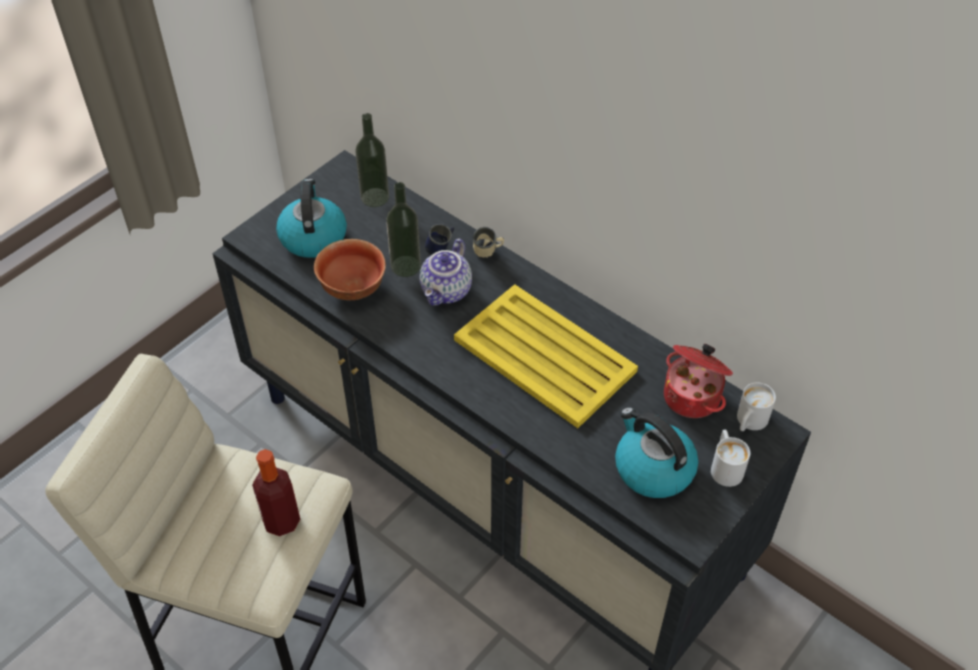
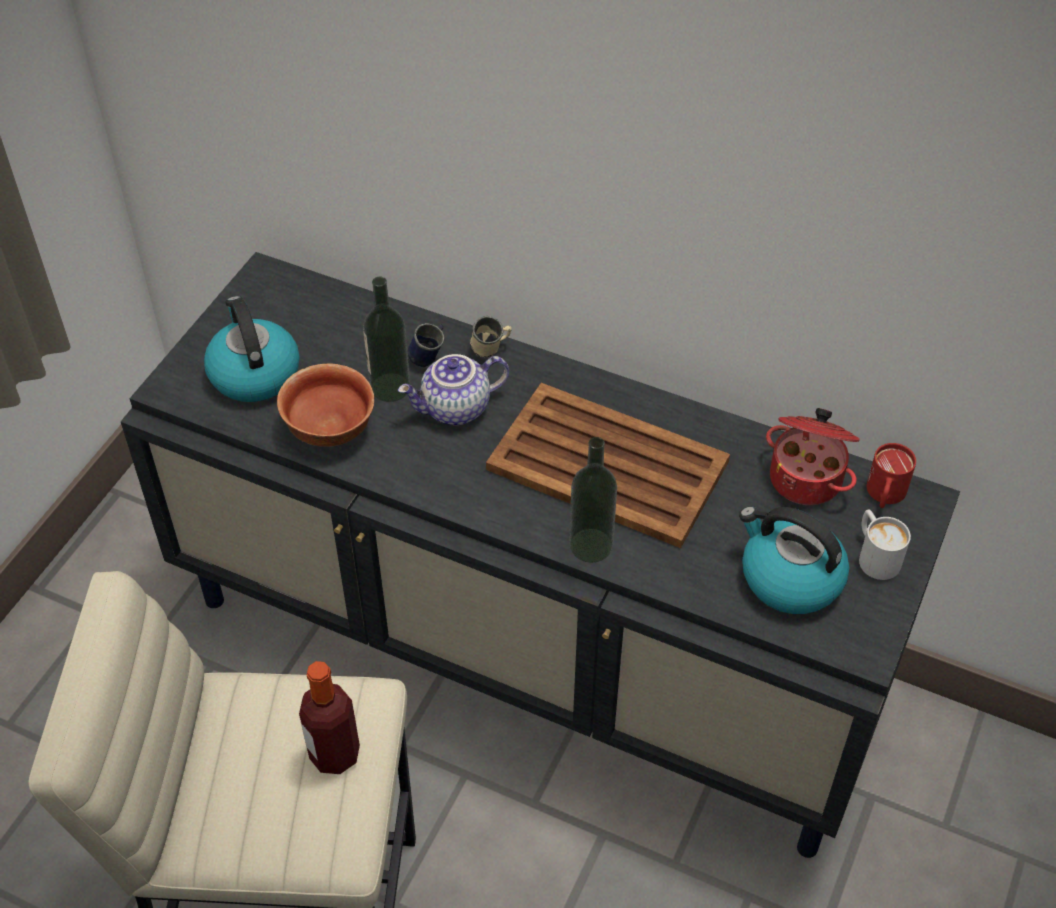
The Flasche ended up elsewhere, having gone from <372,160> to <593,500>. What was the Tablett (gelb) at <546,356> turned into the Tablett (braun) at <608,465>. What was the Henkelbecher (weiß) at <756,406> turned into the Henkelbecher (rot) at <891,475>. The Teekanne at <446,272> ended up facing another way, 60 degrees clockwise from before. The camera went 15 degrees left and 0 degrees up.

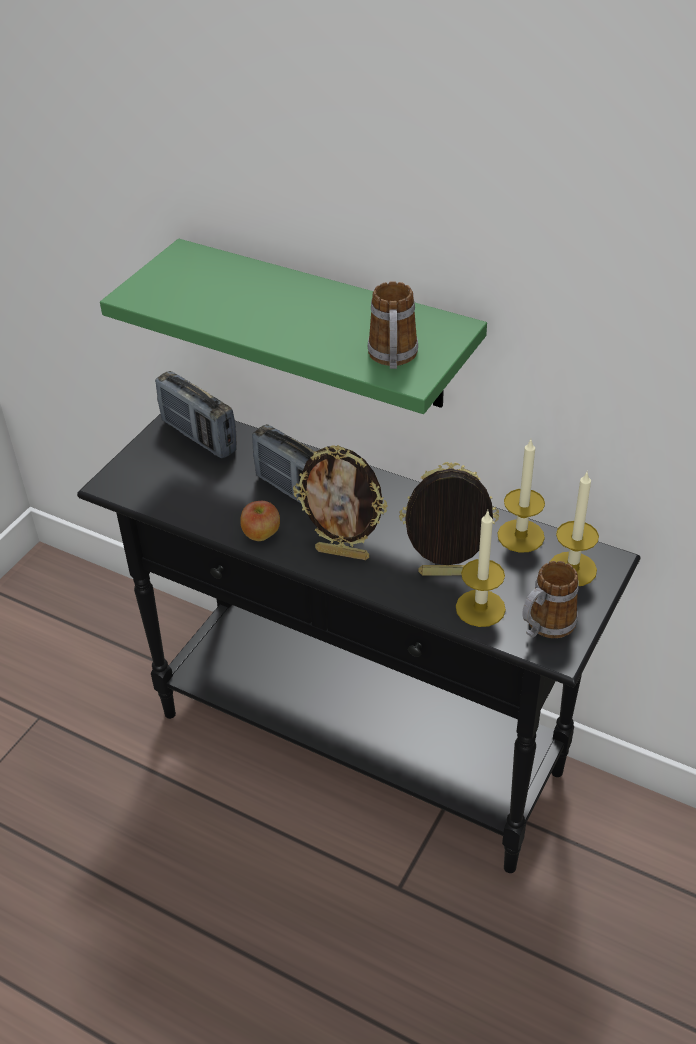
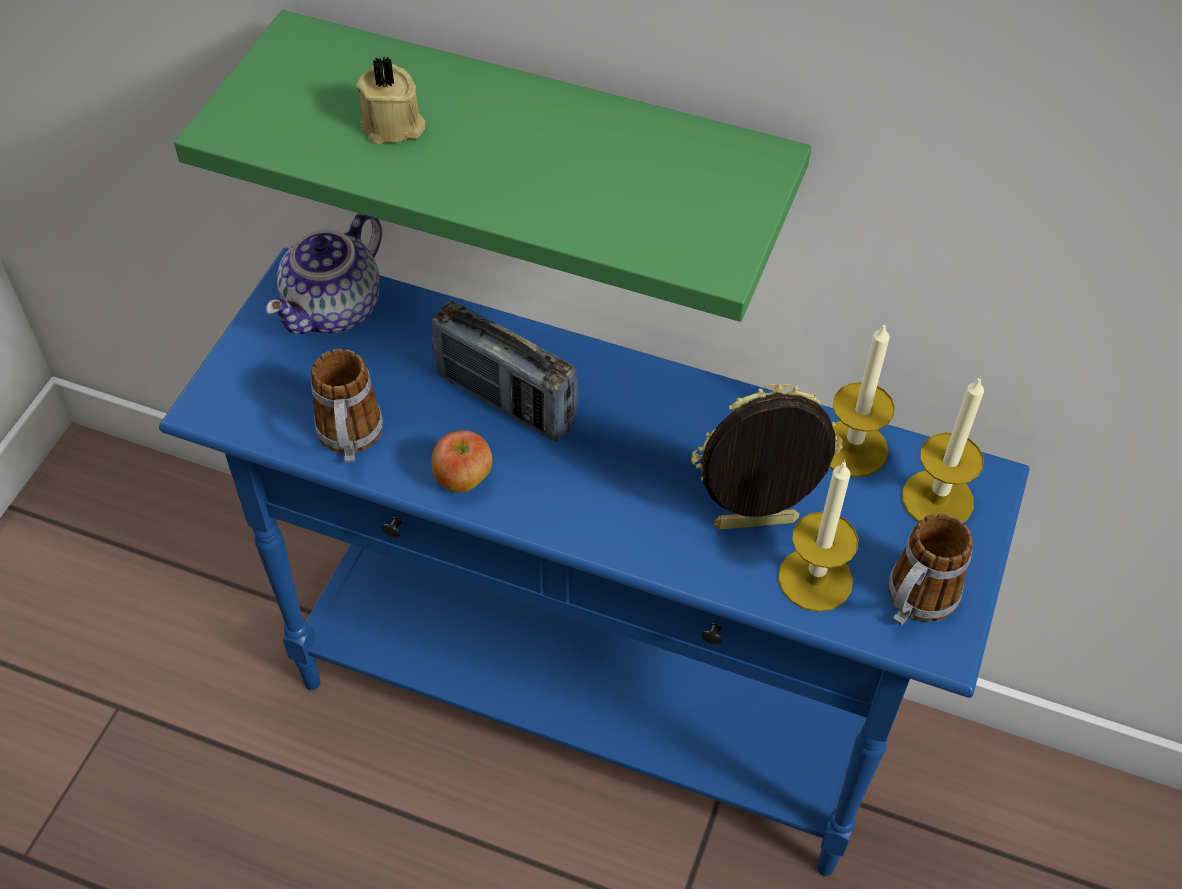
The second view lost the Bilderrahmen at <340,502>. The second view gained the Kerze (beige) at <390,100>. The Henkelbecher ended up elsewhere, having gone from <393,325> to <347,406>. Where the Radio stood at <196,415>, the Teekanne came to stand at <324,273>. What was the Konsolentisch (schwarz) at <358,643> turned into the Konsolentisch (blau) at <594,562>. The camera went 10 degrees left and 10 degrees up.

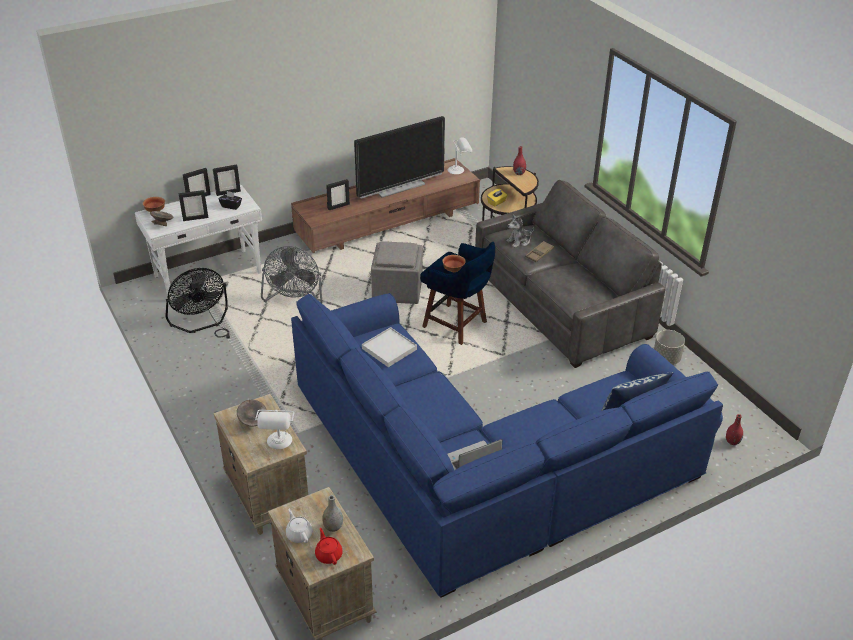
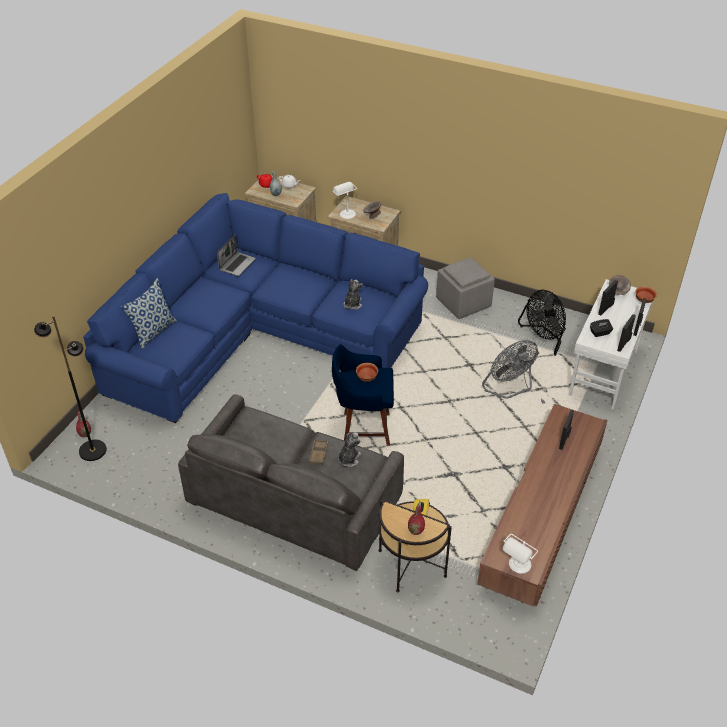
The second view lost the Fernseher at <399,157>. The second view lost the Pflanzkübel (grau) at <669,347>. The second view gained the Stehlampe (schwarz) at <70,388>. The Polsterhocker (grau) ended up elsewhere, having gone from <397,272> to <465,288>. Where the Tablett (weiß) stood at <389,347>, the Plüschtier came to stand at <353,294>. The Ventilator (schwarz) at <197,303> ended up facing another way, 120 degrees clockwise from before. The camera went 145 degrees right and 5 degrees up.

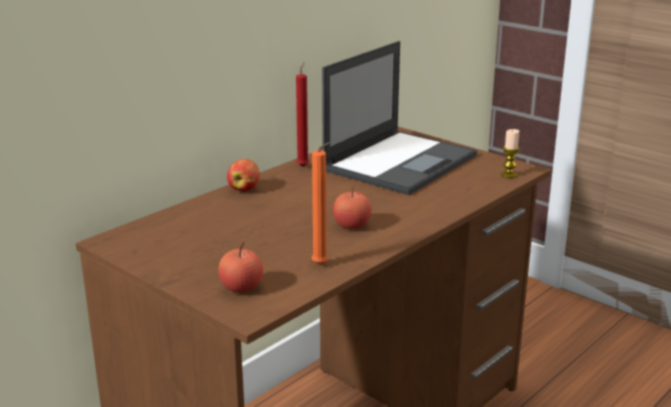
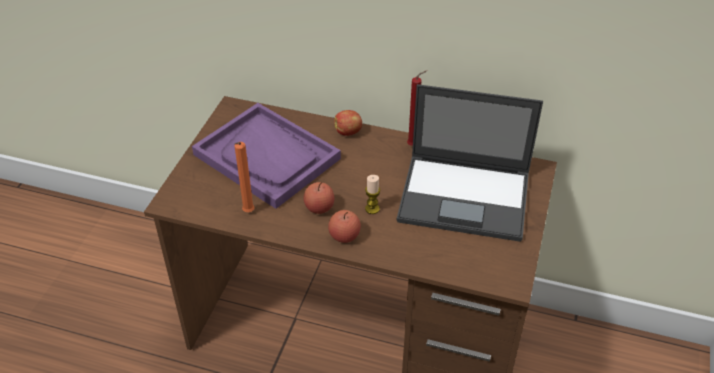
The second view gained the Tablett (lila) at <266,156>. The Apfel ended up elsewhere, having gone from <240,267> to <344,226>. The Kerze ended up elsewhere, having gone from <510,153> to <372,194>. The camera went 65 degrees right and 20 degrees up.

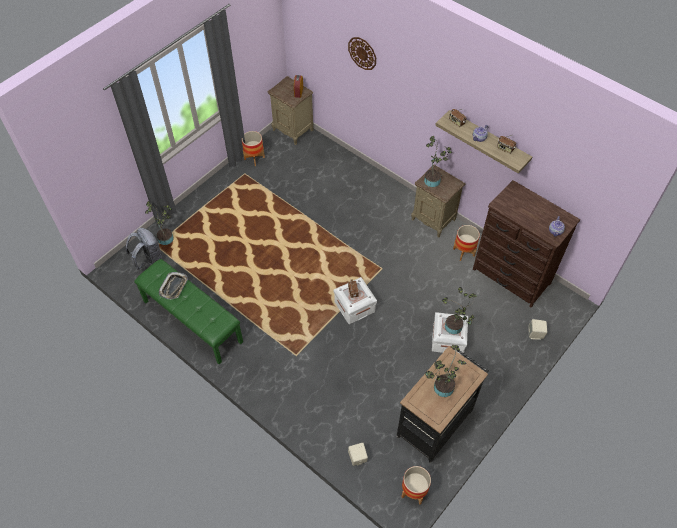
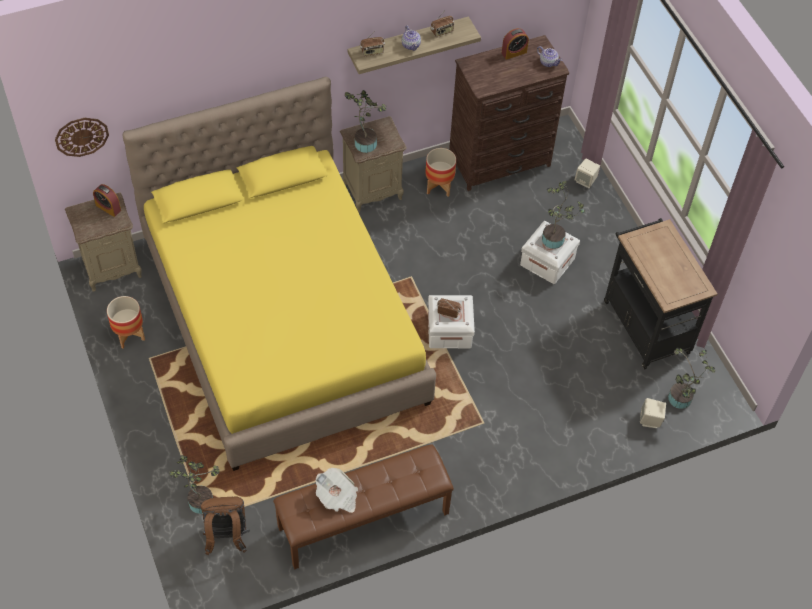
The second view lost the Pflanzkübel at <416,485>. The second view gained the Bett (gelb) at <279,273>. The second view gained the Wecker at <515,44>. The Wanduhr ended up elsewhere, having gone from <362,53> to <82,137>. The Topfpflanze ended up elsewhere, having gone from <445,371> to <691,378>. Where the Tablett stood at <173,285>, the Zeitung came to stand at <337,490>. What was the Rucksack (grau) at <144,249> turned into the Rucksack (braun) at <225,525>. What was the Bank (grün) at <188,312> turned into the Bank (braun) at <363,506>. The camera went 65 degrees left and 0 degrees up.

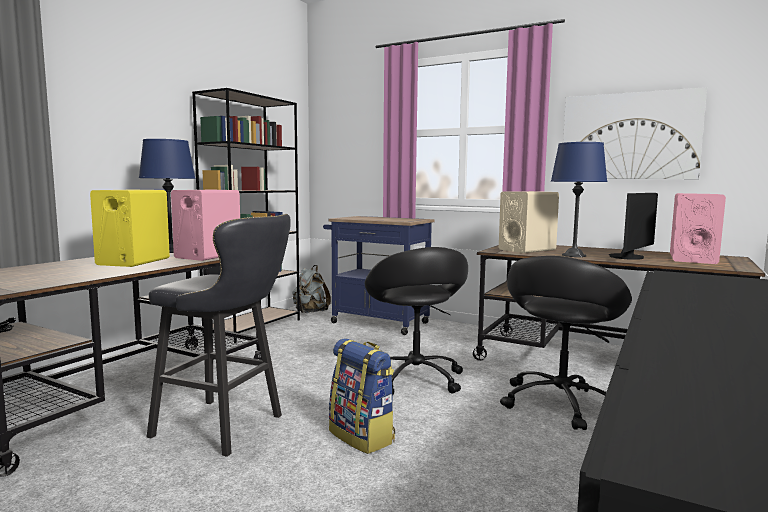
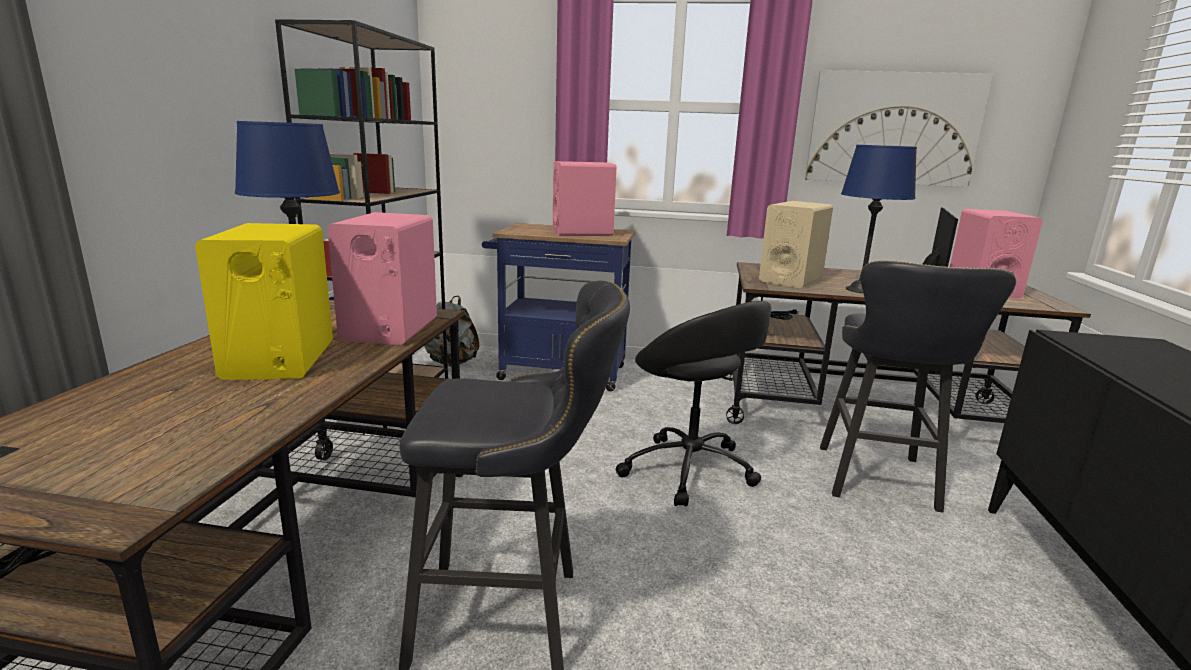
The second view lost the Rucksack at <362,396>. The second view gained the Lautsprecher (rosa) at <584,198>. Where the Bürostuhl (schwarz) stood at <566,343>, the Hocker (schwarz) came to stand at <918,387>. The camera went 20 degrees left and 10 degrees up.

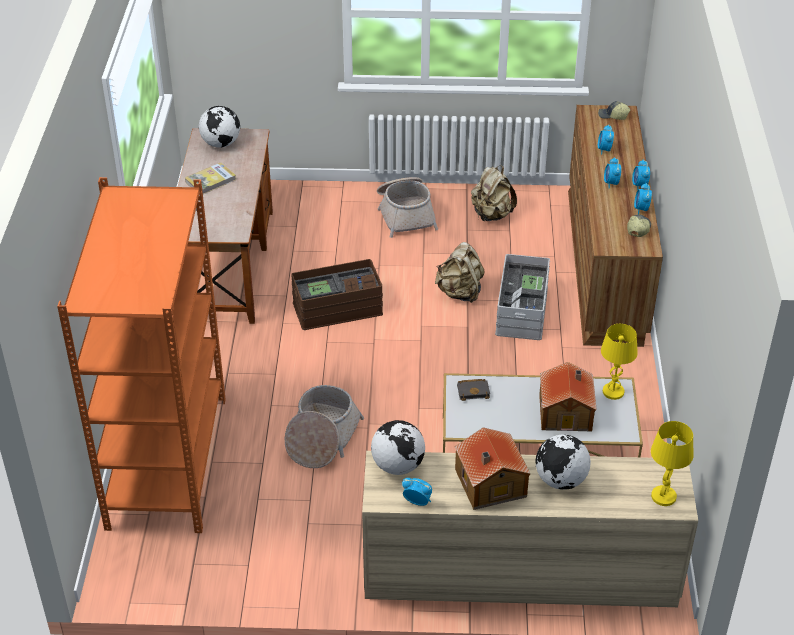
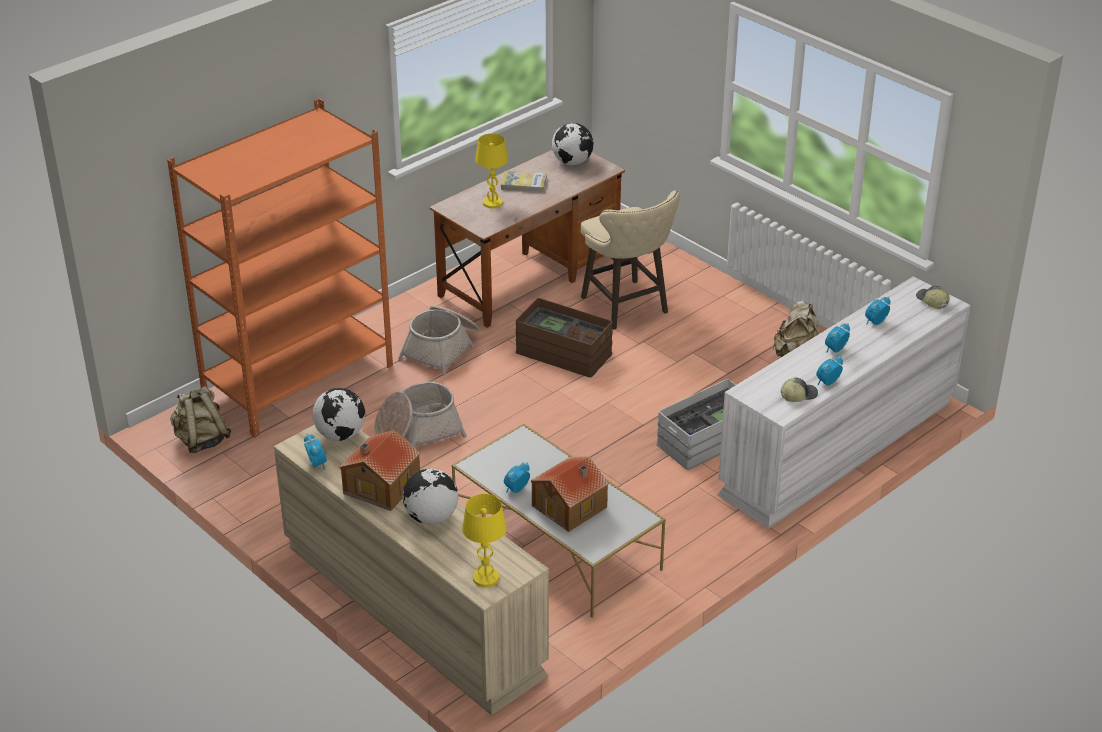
The second view lost the Buch (schwarz) at <473,390>. The second view gained the Hocker (beige) at <630,260>. The Korb ended up elsewhere, having gone from <407,207> to <438,340>. The Rucksack (beige) ended up elsewhere, having gone from <460,272> to <200,419>. The Tischlampe (gelb) ended up elsewhere, having gone from <619,362> to <491,171>. The Wecker ended up elsewhere, having gone from <641,175> to <517,477>. What was the Kommode (braun) at <615,226> turned into the Kommode (weiß) at <844,402>. The camera went 45 degrees right and 5 degrees down.

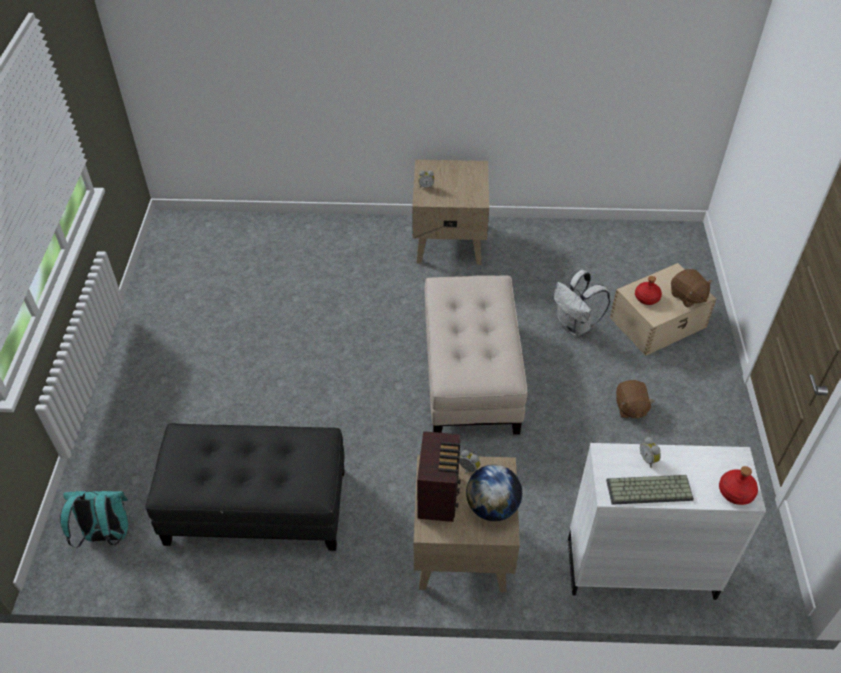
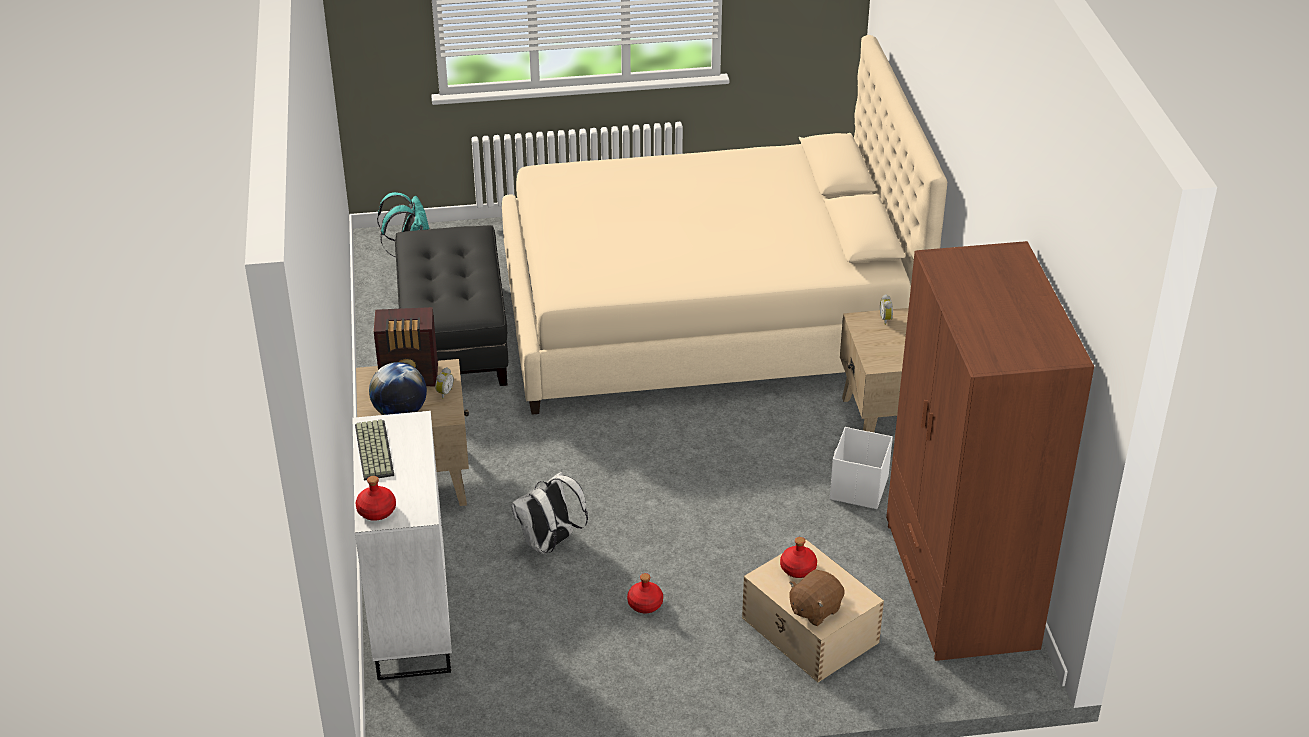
The second view lost the Polsterhocker (beige) at <476,355>. The second view lost the Wecker at <650,452>. The second view gained the Bett (beige) at <724,225>. The second view gained the Aufbewahrungsbox (weiß) at <861,468>. The second view gained the Kleiderschrank (braun) at <990,451>. The Rucksack (weiß) ended up elsewhere, having gone from <582,303> to <549,513>. Where the Plüschtier (braun) stood at <635,399>, the Flasche (rot) came to stand at <645,593>. The camera went 80 degrees right and 10 degrees down.

